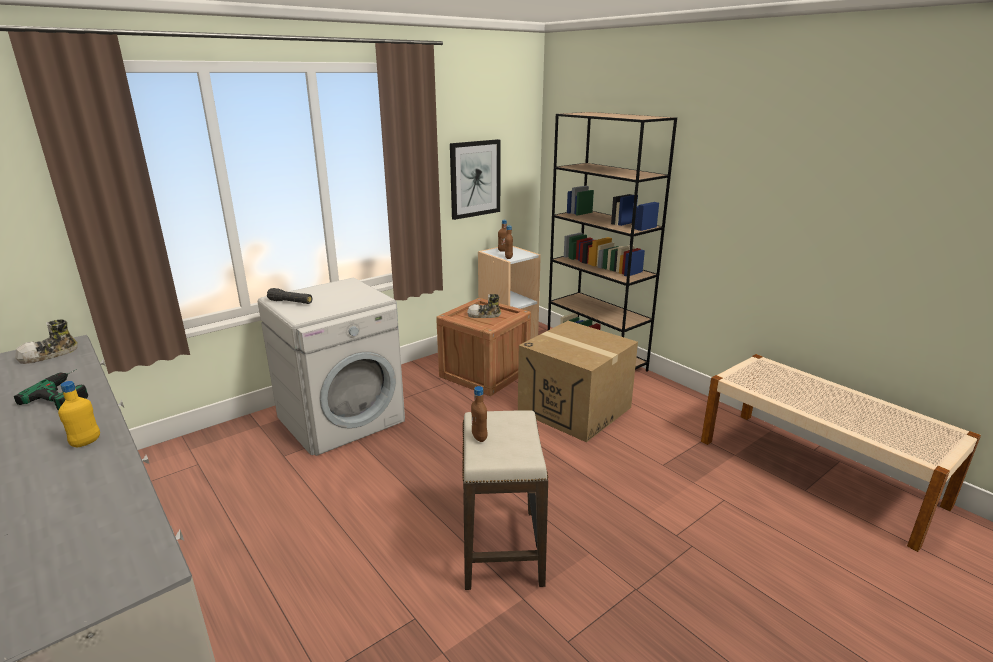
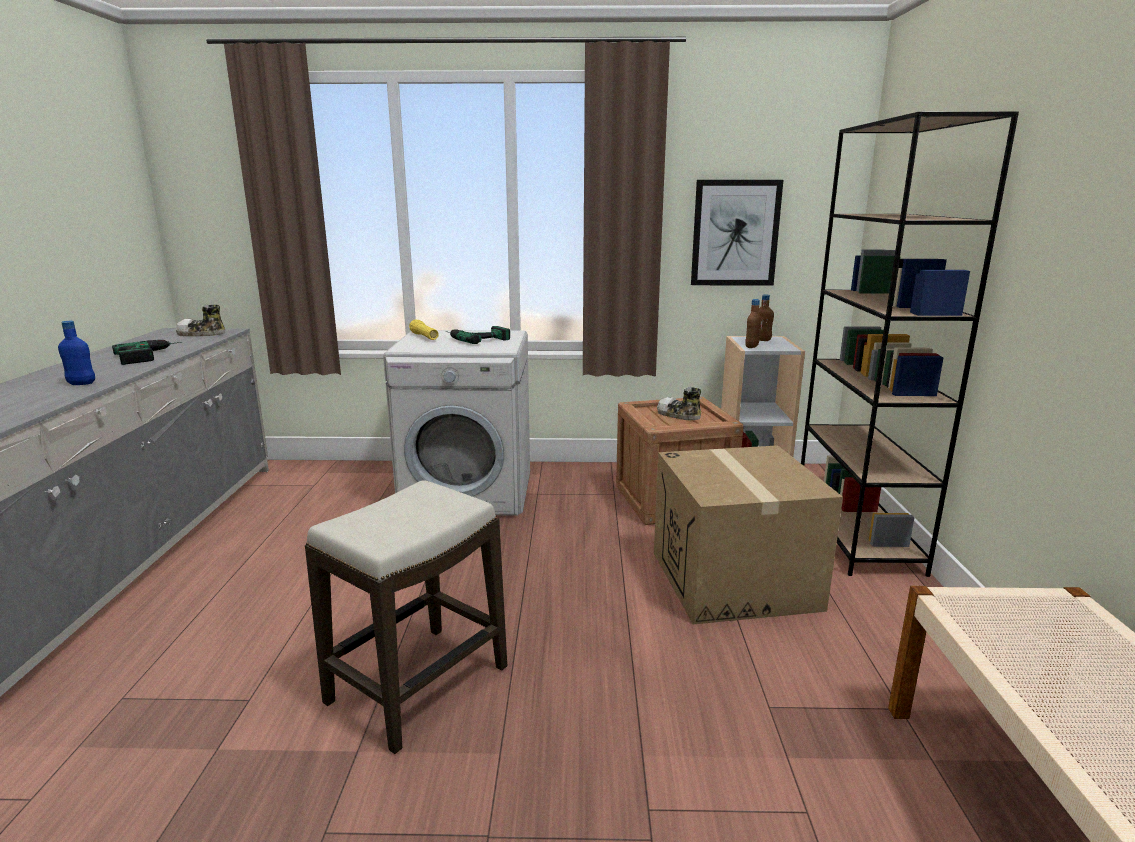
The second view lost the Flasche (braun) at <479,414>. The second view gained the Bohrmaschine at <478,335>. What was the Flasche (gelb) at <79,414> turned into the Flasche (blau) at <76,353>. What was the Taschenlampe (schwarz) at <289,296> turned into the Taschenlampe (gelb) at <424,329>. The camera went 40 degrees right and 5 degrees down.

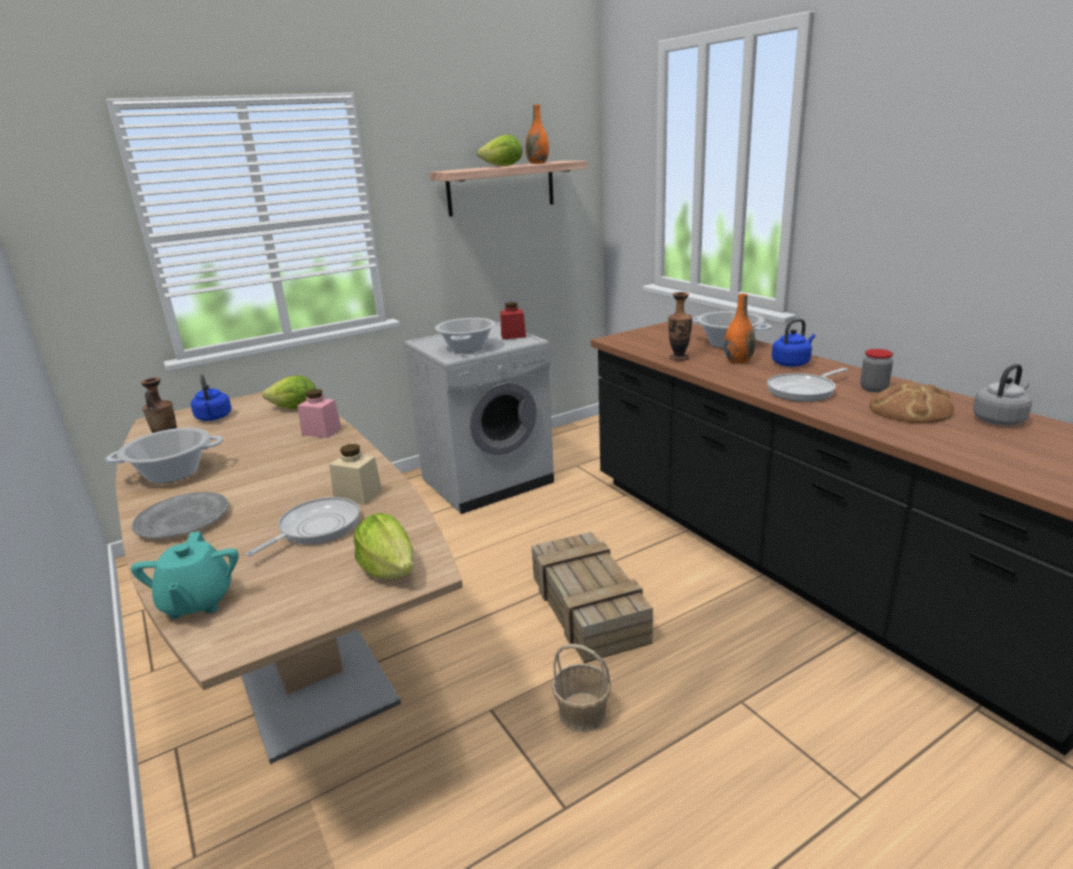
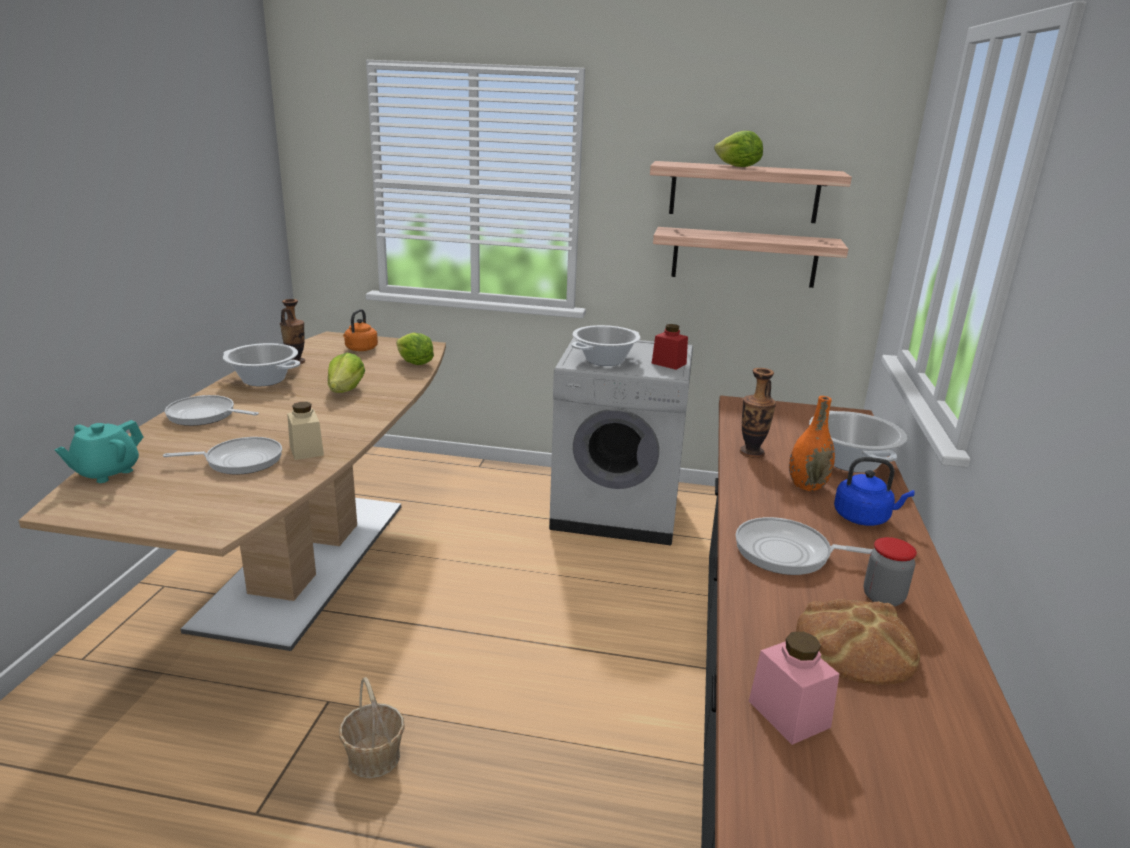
The second view lost the Vase (orange) at <537,134>. The second view lost the Kiste at <592,597>. The second view lost the Wasserkessel (grau) at <1002,394>. The second view gained the Wandregal at <750,257>. The Vorratsglas (rosa) ended up elsewhere, having gone from <320,413> to <794,688>. The Salatkopf ended up elsewhere, having gone from <383,546> to <346,373>. Where the Teller (grau) stood at <180,515>, the Pfanne came to stand at <212,410>. What was the Wasserkessel (blau) at <211,398> turned into the Wasserkessel (orange) at <360,330>. The camera went 40 degrees right and 0 degrees up.

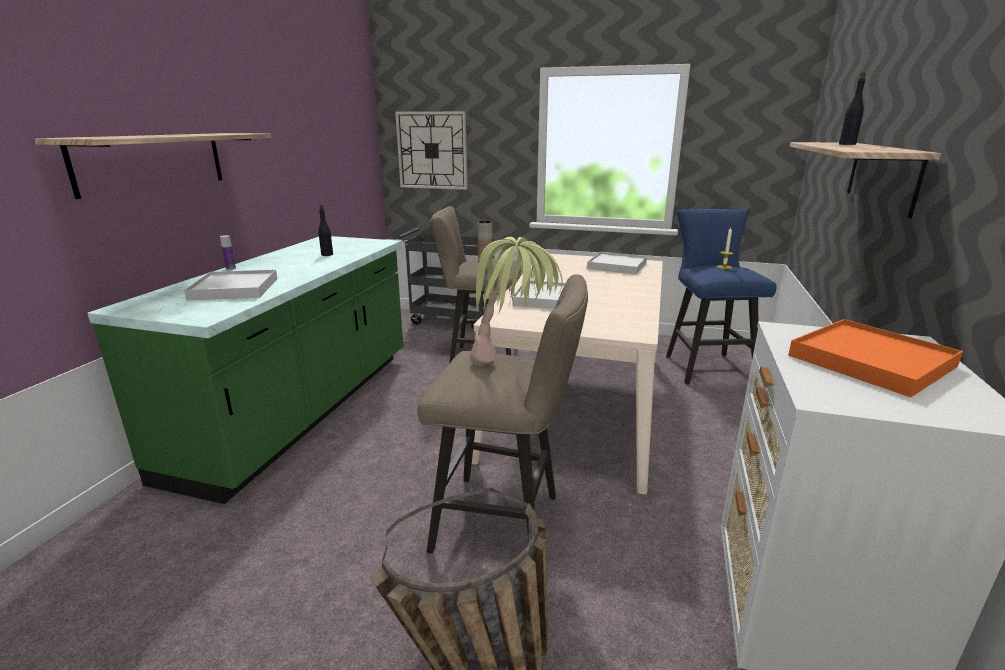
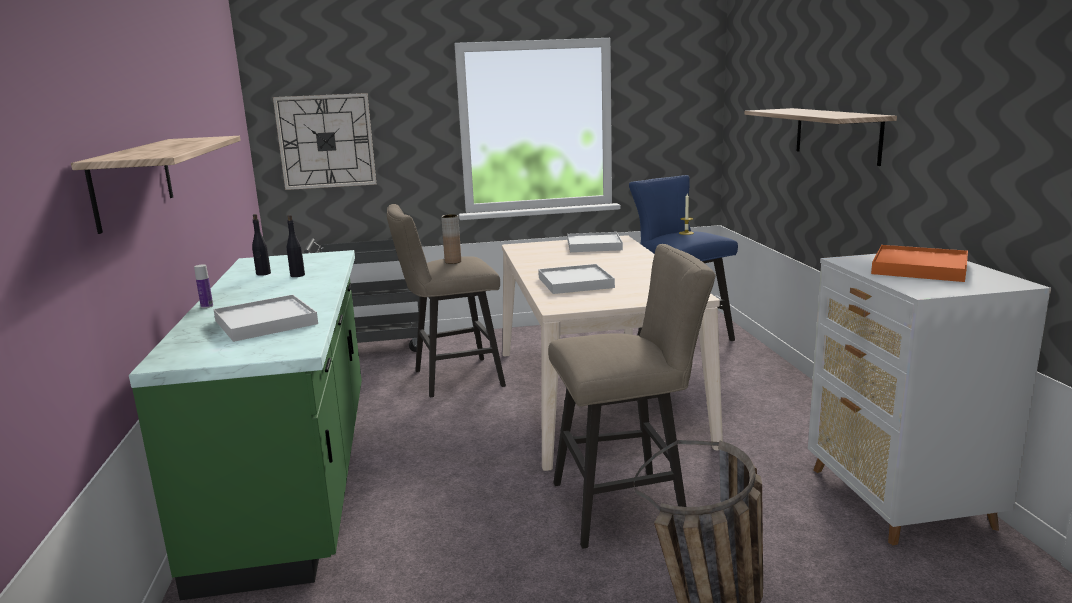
The second view lost the Topfpflanze at <516,301>. The Flasche (schwarz) ended up elsewhere, having gone from <852,108> to <261,245>. The camera went 25 degrees left and 5 degrees down.

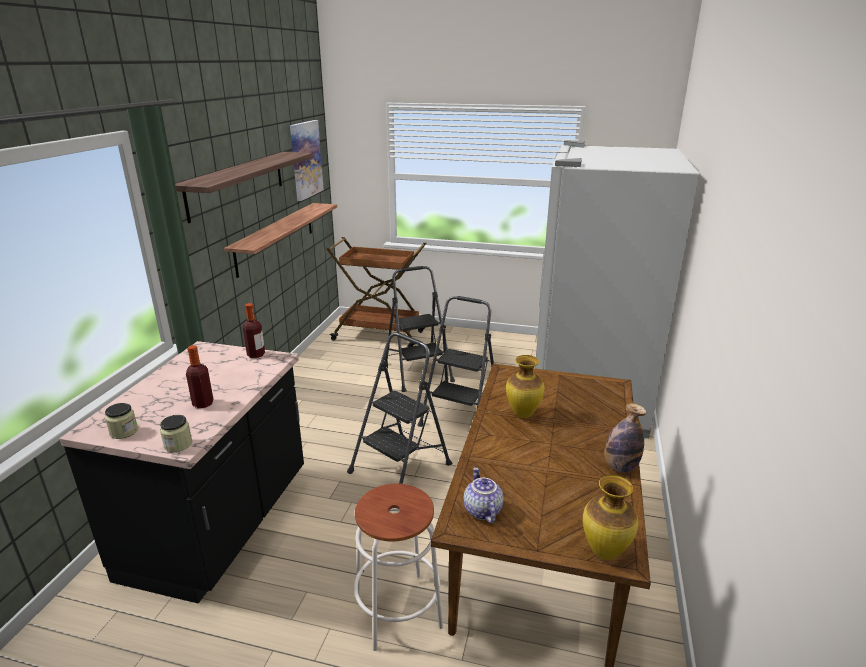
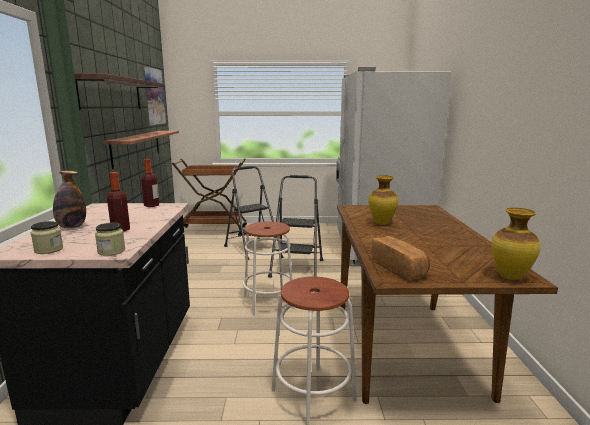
The Flasche ended up elsewhere, having gone from <625,437> to <69,199>. Where the Trittleiter (schwarz) stood at <400,408>, the Hocker (weiß) came to stand at <269,268>. Where the Teekanne stood at <483,495>, the Brot came to stand at <401,258>. The camera went 15 degrees left and 10 degrees down.

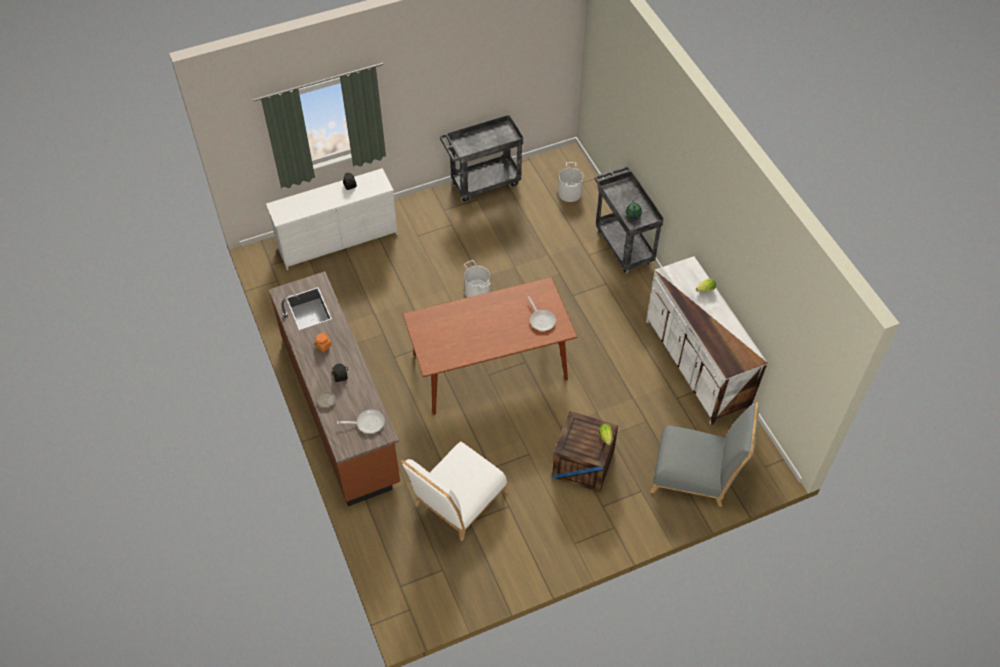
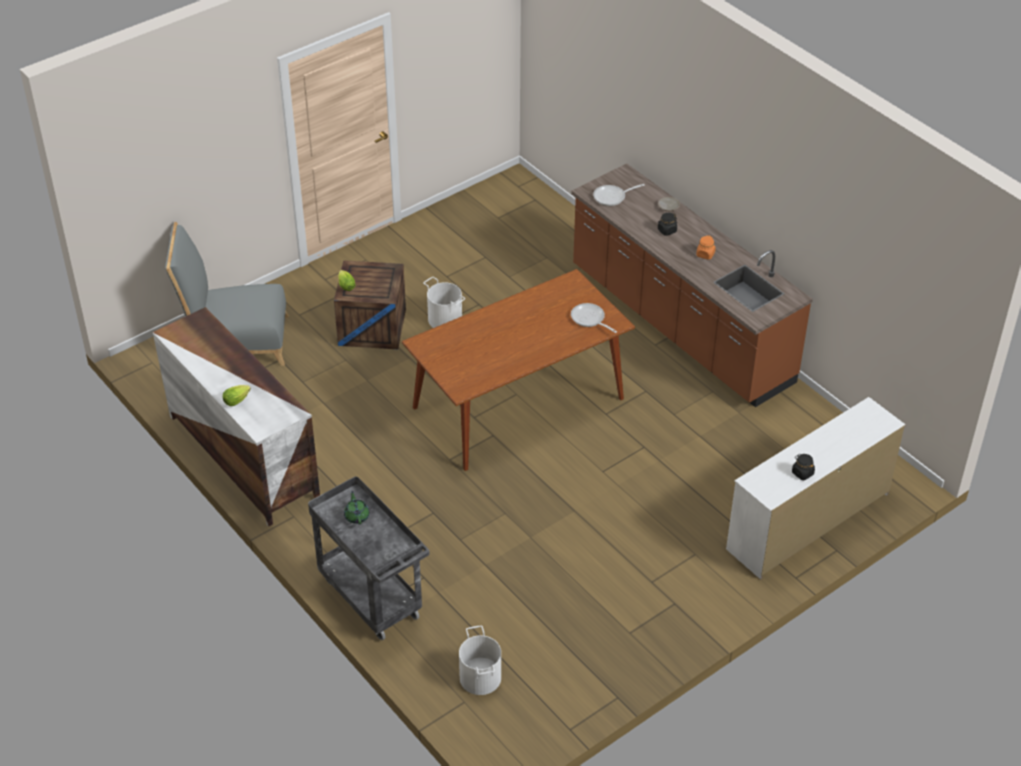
The second view lost the Stuhl (weiß) at <454,491>. The second view lost the Rollwagen (grau) at <481,158>. The Eimer (weiß) ended up elsewhere, having gone from <477,279> to <444,302>. The Pfanne ended up elsewhere, having gone from <542,314> to <594,318>. The camera went 165 degrees right and 10 degrees down.

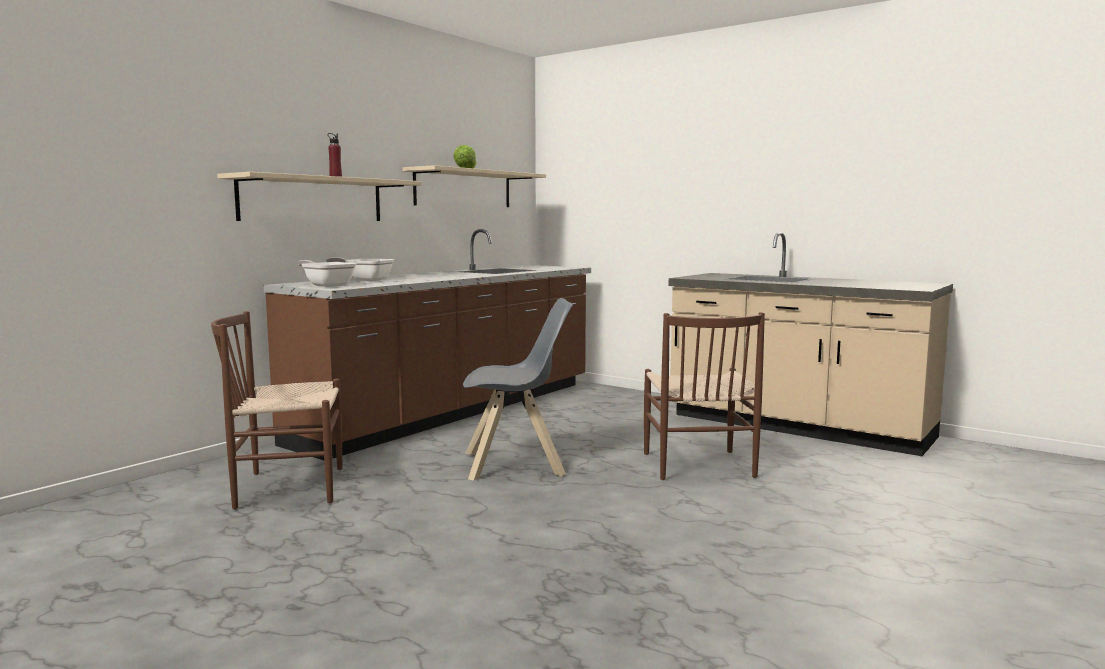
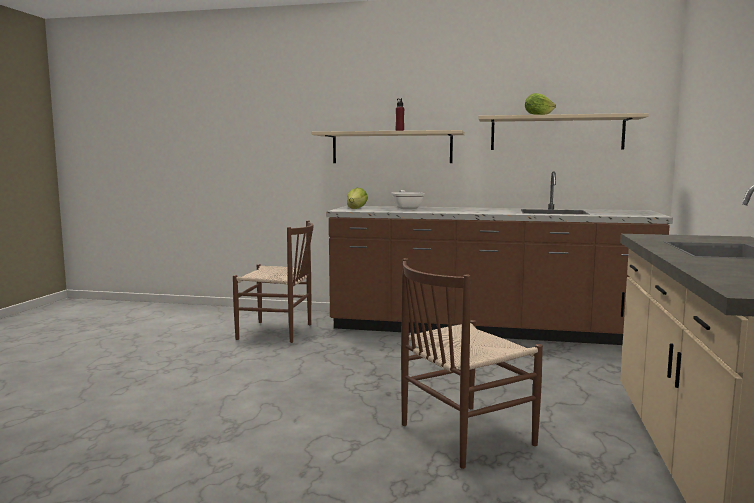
The second view lost the Stuhl (grau) at <518,389>. Where the Pfanne stood at <327,273>, the Salatkopf came to stand at <357,198>. The Stuhl (braun) at <277,410> ended up facing another way, 135 degrees clockwise from before. The camera went 65 degrees right and 0 degrees up.

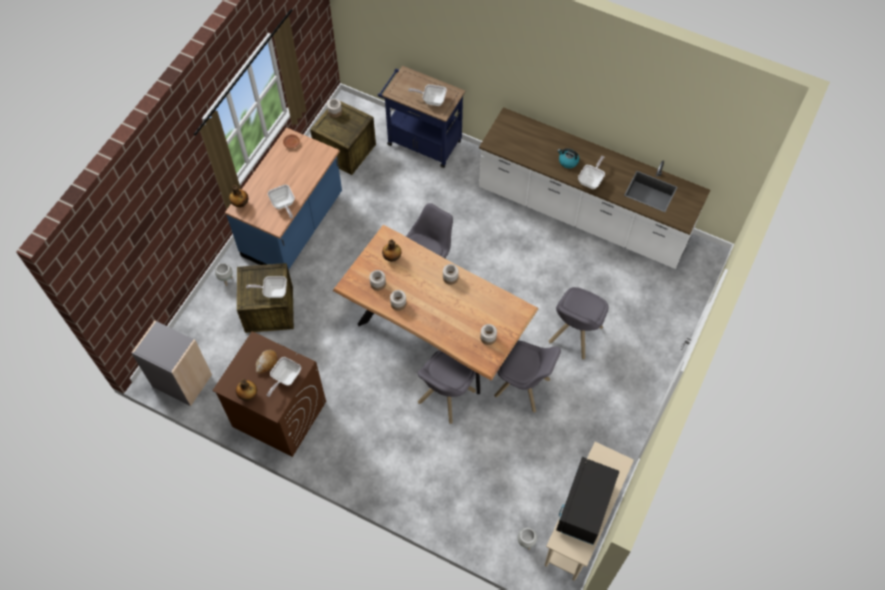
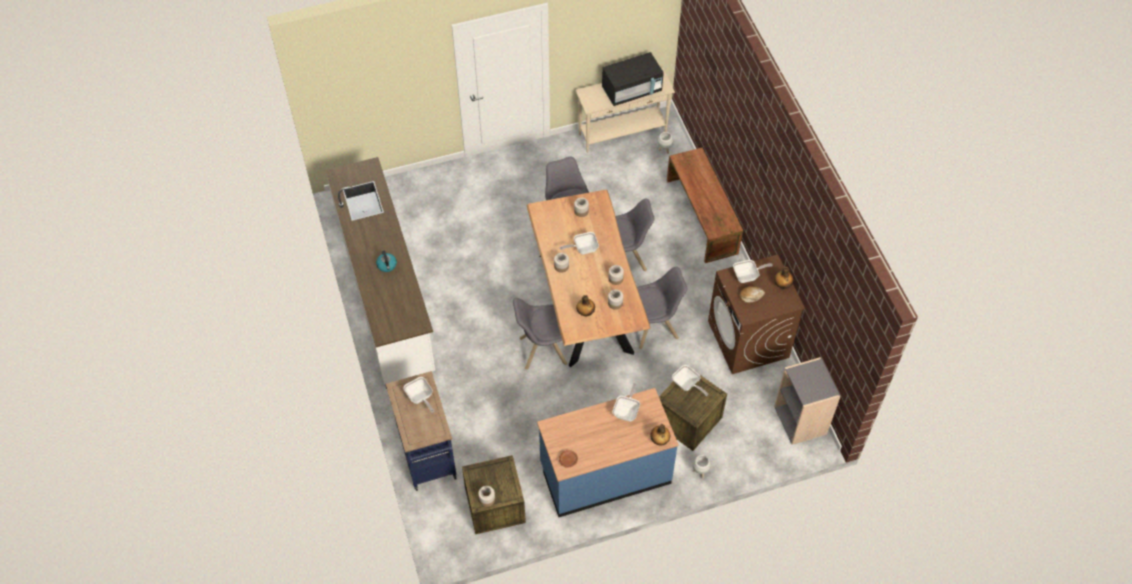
The second view gained the Bank (braun) at <705,205>. The Stuhl (grau) ended up elsewhere, having gone from <578,323> to <662,308>. The Pfanne ended up elsewhere, having gone from <591,172> to <579,243>. The camera went 135 degrees left and 5 degrees down.

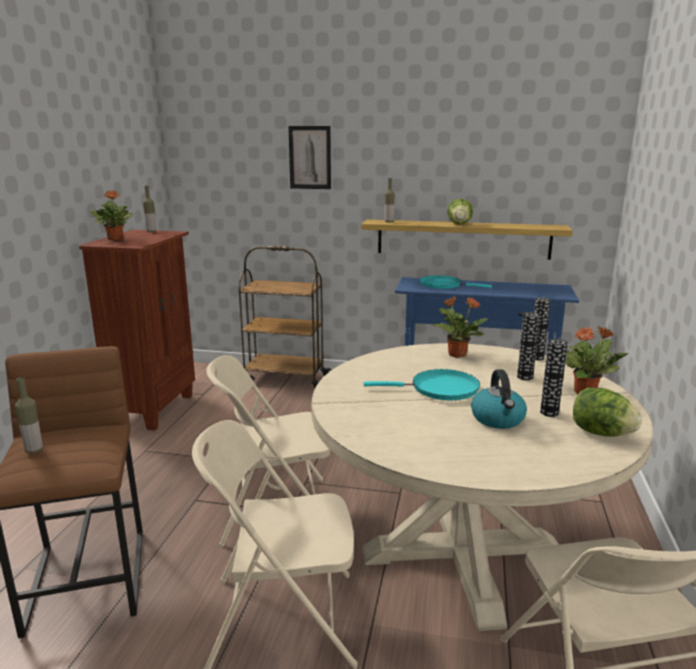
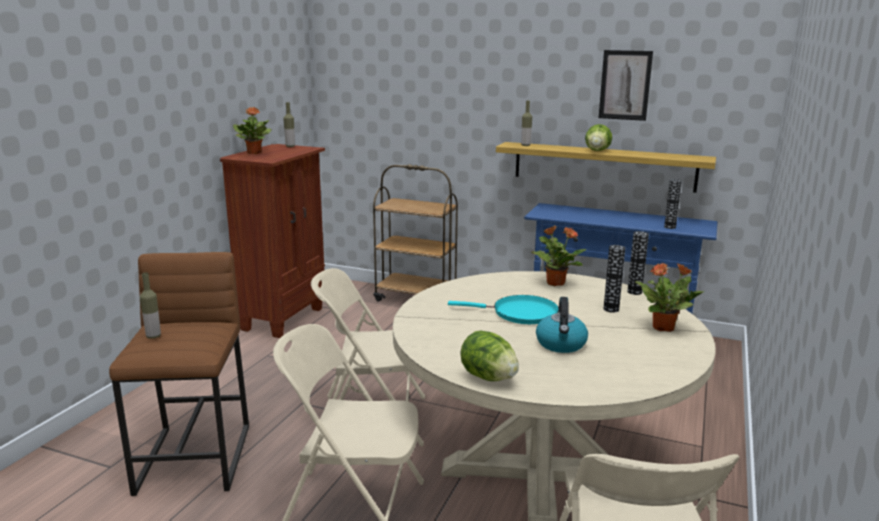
The second view lost the Pfanne (türkis) at <456,282>. The Bild ended up elsewhere, having gone from <309,157> to <626,85>. The Vase ended up elsewhere, having gone from <554,378> to <673,204>. The Salatkopf ended up elsewhere, having gone from <607,412> to <489,356>. The camera went 10 degrees right and 0 degrees up.

